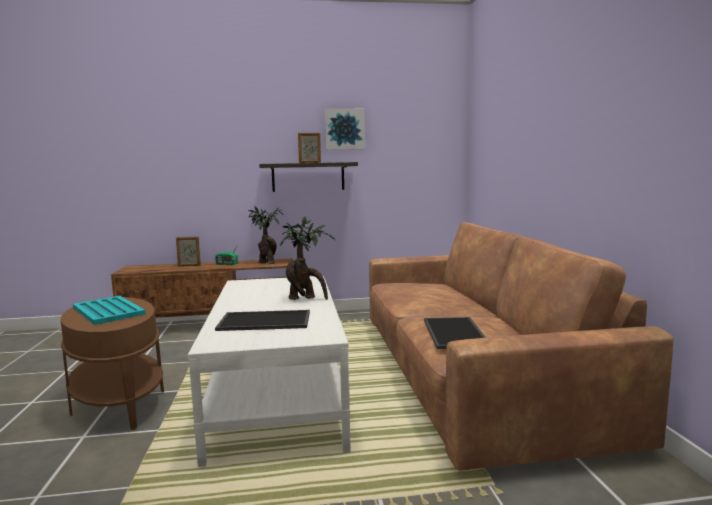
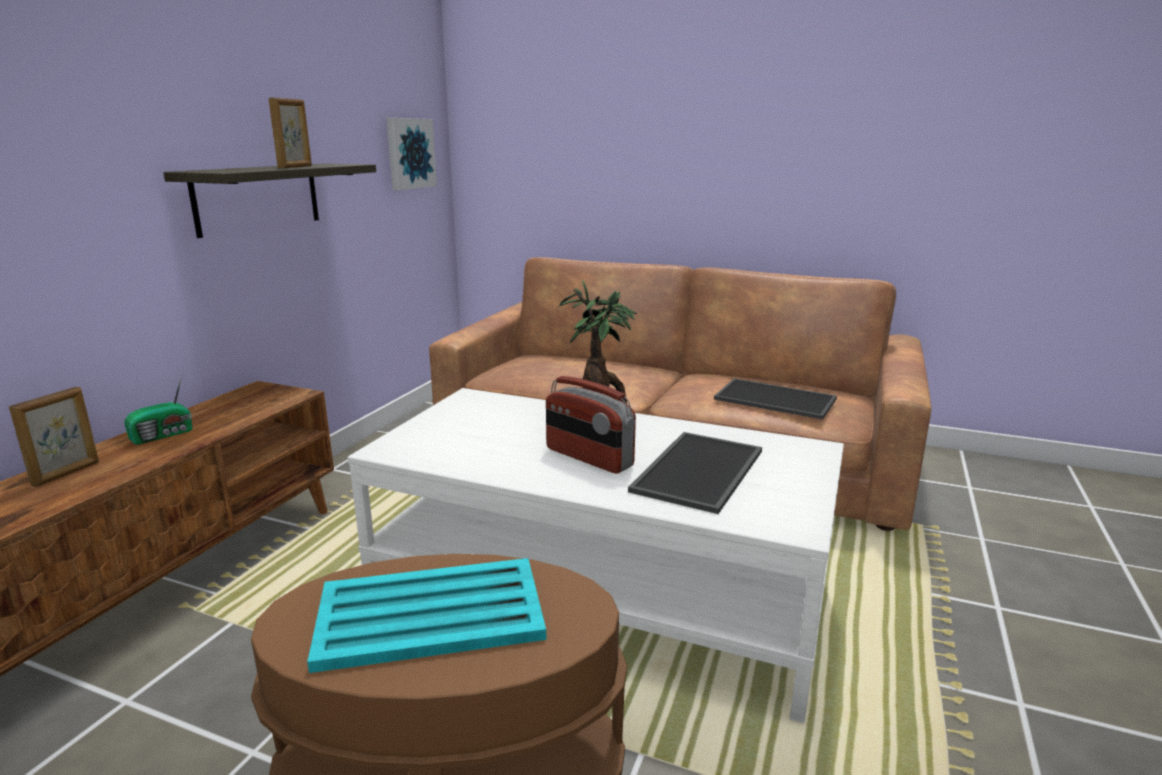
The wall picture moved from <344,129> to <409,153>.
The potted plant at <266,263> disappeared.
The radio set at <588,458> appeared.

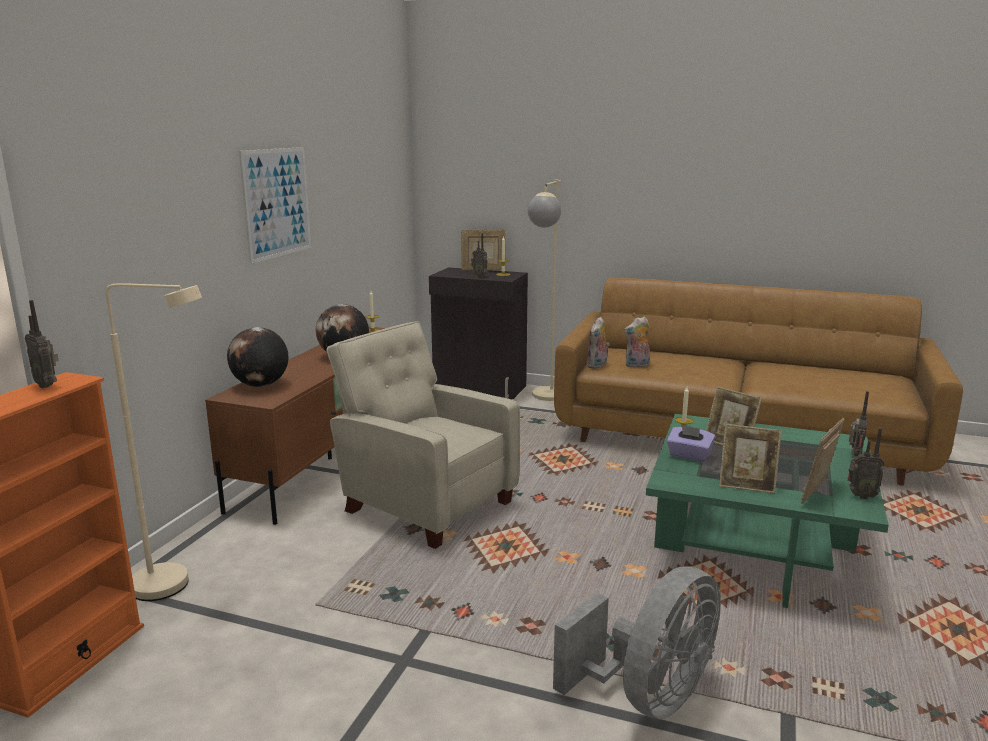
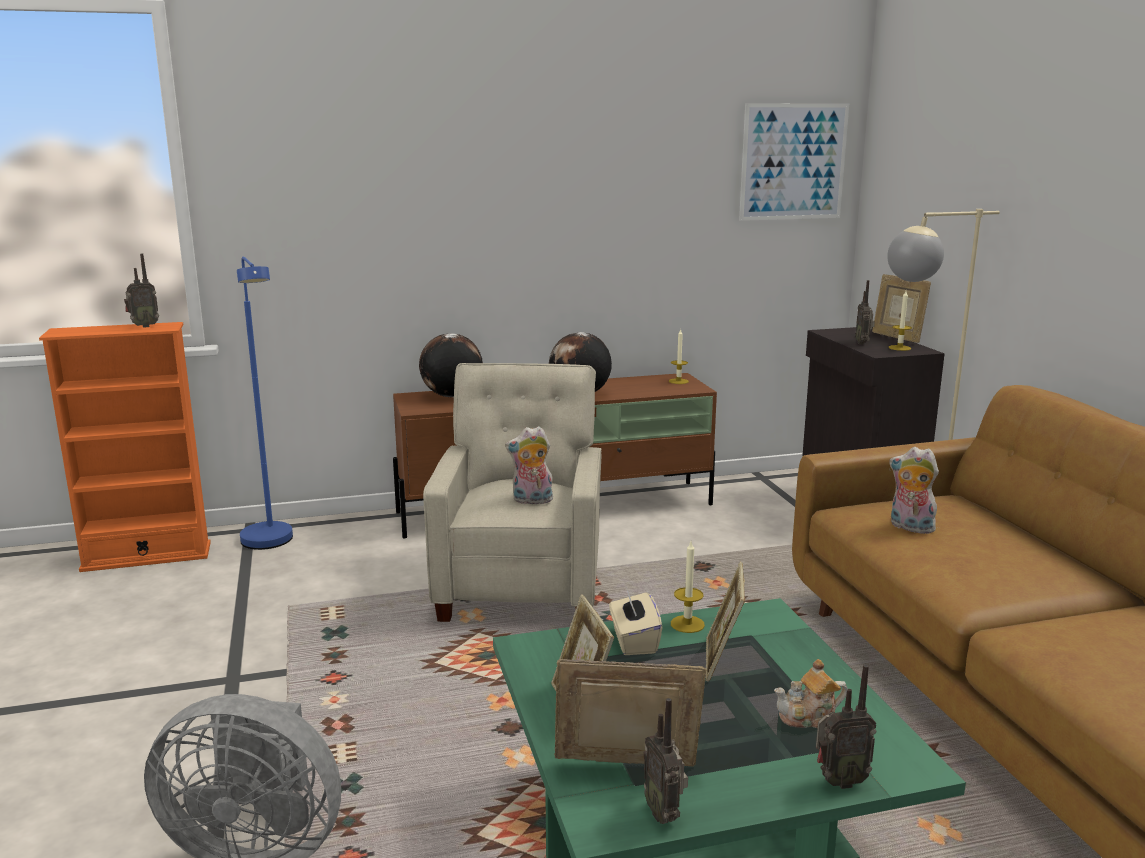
The wall picture moved from <276,203> to <793,162>.
The beige-coloured standard lamp at <175,585> became the bluish standard lamp at <271,544>.
The radio set at <48,385> turned 120 degrees counterclockwise.
The soft toy moved from <597,366> to <531,501>.
The purplish tissue holder at <689,456> became the beige-coloured tissue holder at <634,641>.
The pot for tea at <809,717> appeared.

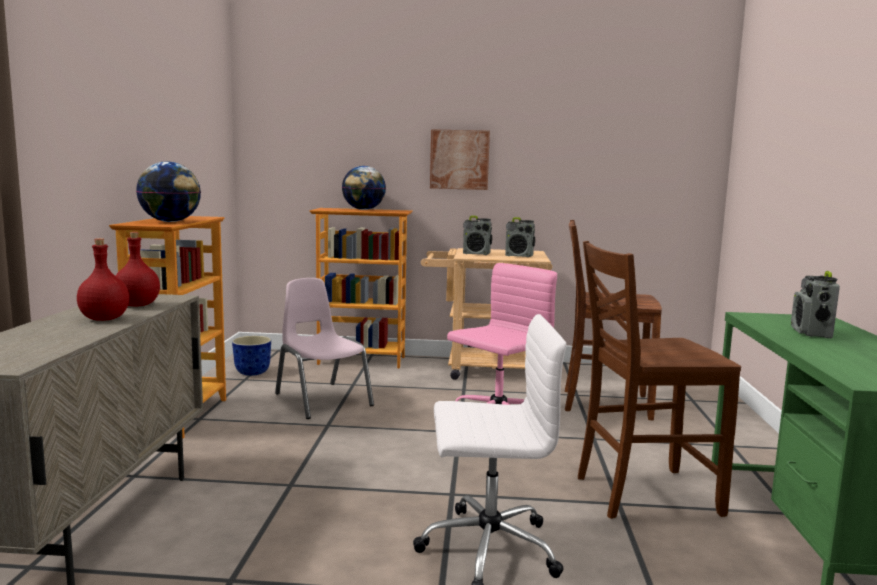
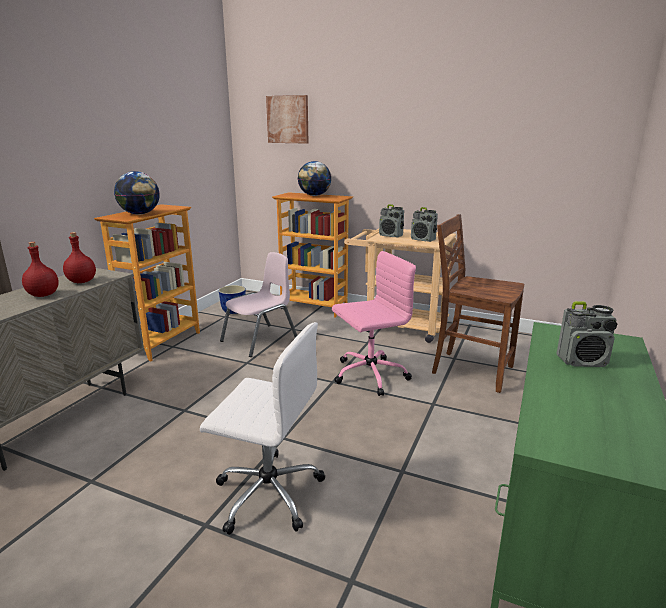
The wall picture moved from <459,159> to <288,119>.
The brown-coloured chair at <642,494> disappeared.
The radio set at <811,333> turned 120 degrees counterclockwise.
The pink chair at <322,400> turned 60 degrees clockwise.

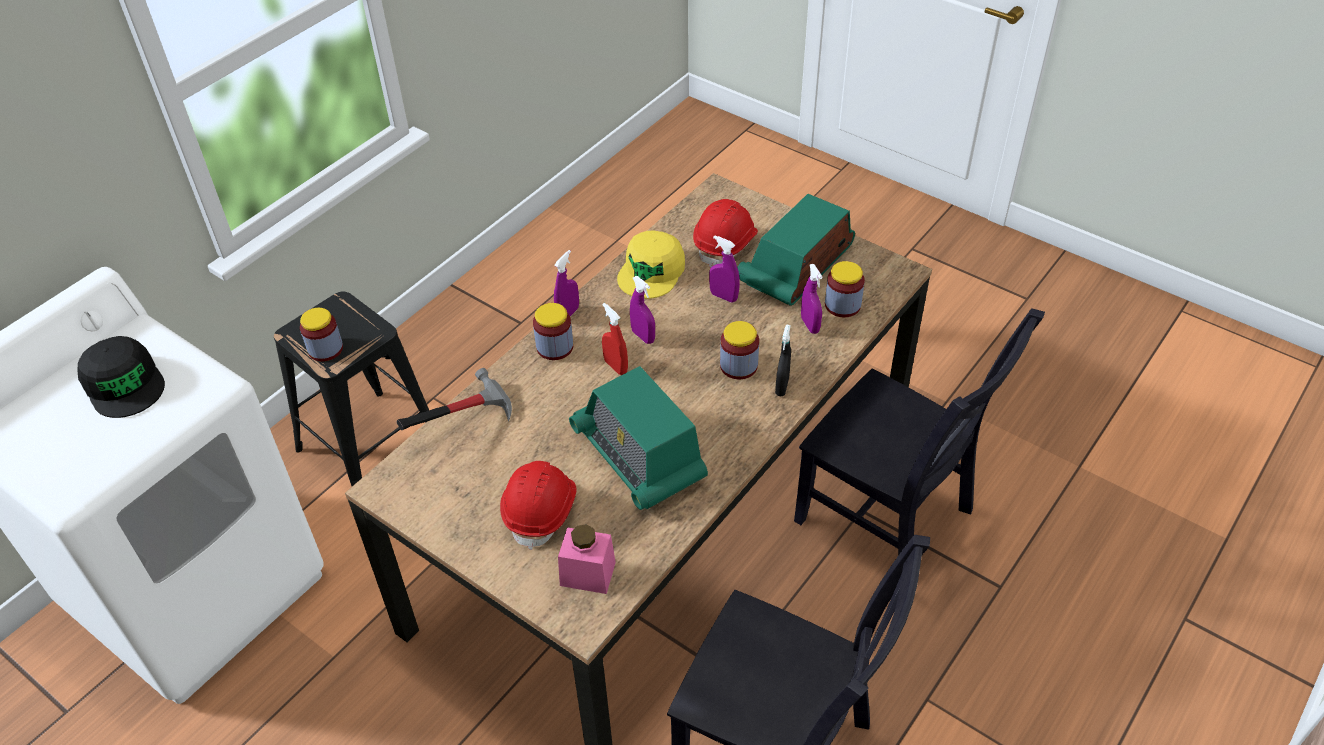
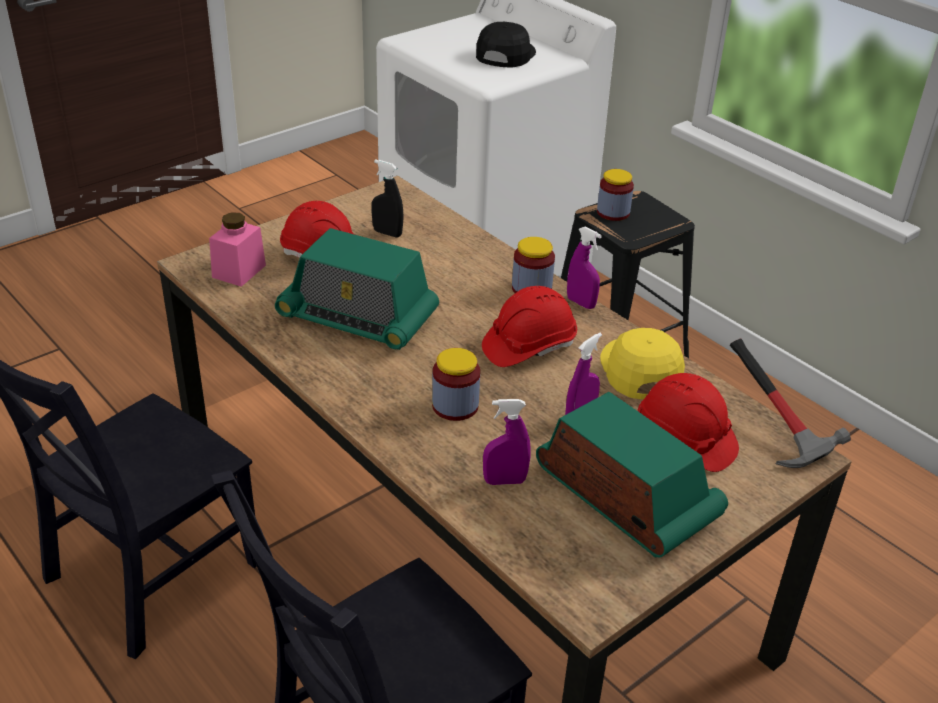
The yellow peaked cap at <652,271> turned 45 degrees clockwise.
The preserve jar at <842,305> disappeared.
The purplish spray bottle at <643,336> was replaced by the red work helmet at <528,346>.
The red spray bottle at <615,366> disappeared.
The black spray bottle moved from <782,386> to <387,233>.
The black peaked cap at <124,383> turned 135 degrees clockwise.
The radio set at <638,455> turned 135 degrees counterclockwise.
The hand hammer moved from <461,419> to <780,428>.

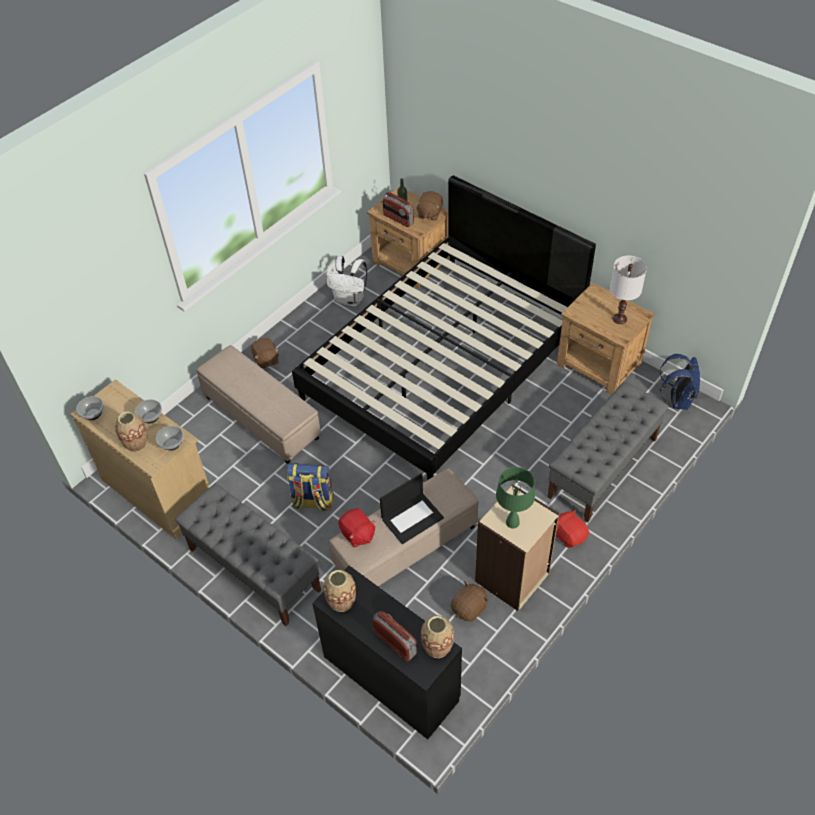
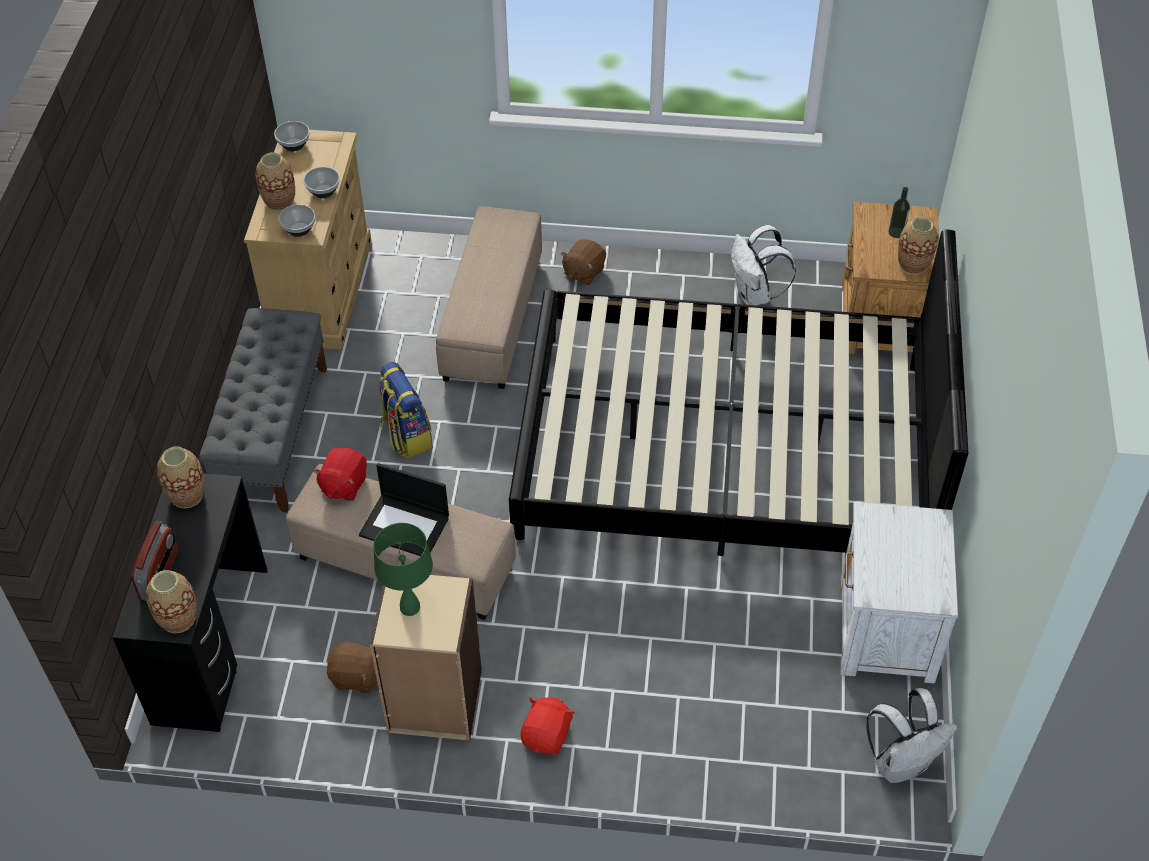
The brown-coloured soft toy at <429,213> was replaced by the decorative vase at <913,264>.
The radio set at <398,219> disappeared.
The whitish lamp for a table at <620,319> disappeared.
The brown-coloured bedside table at <599,365> became the whitish bedside table at <885,630>.
The bluish backpack at <677,400> became the whitish backpack at <902,763>.
The greyish indoor bench at <602,468> disappeared.

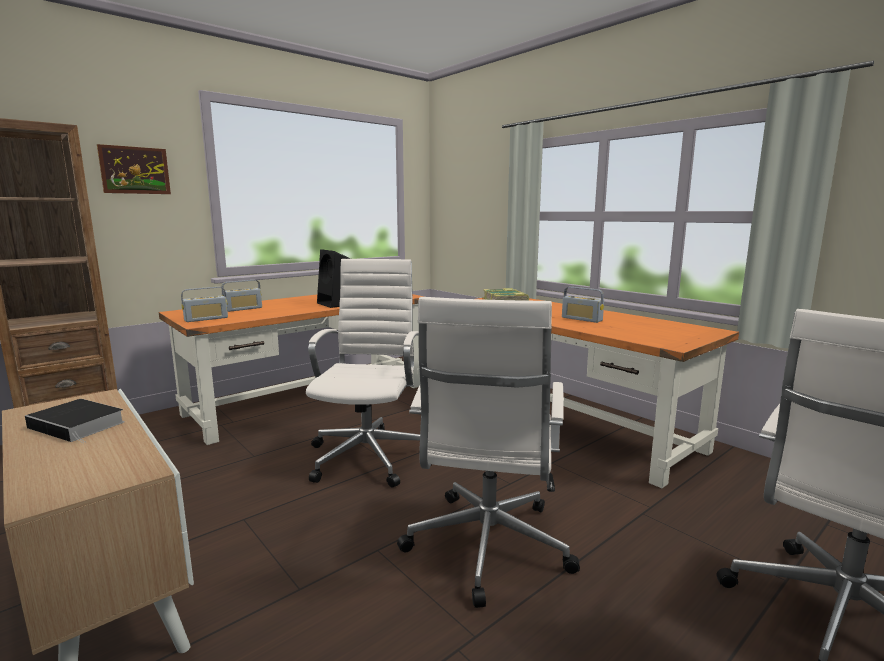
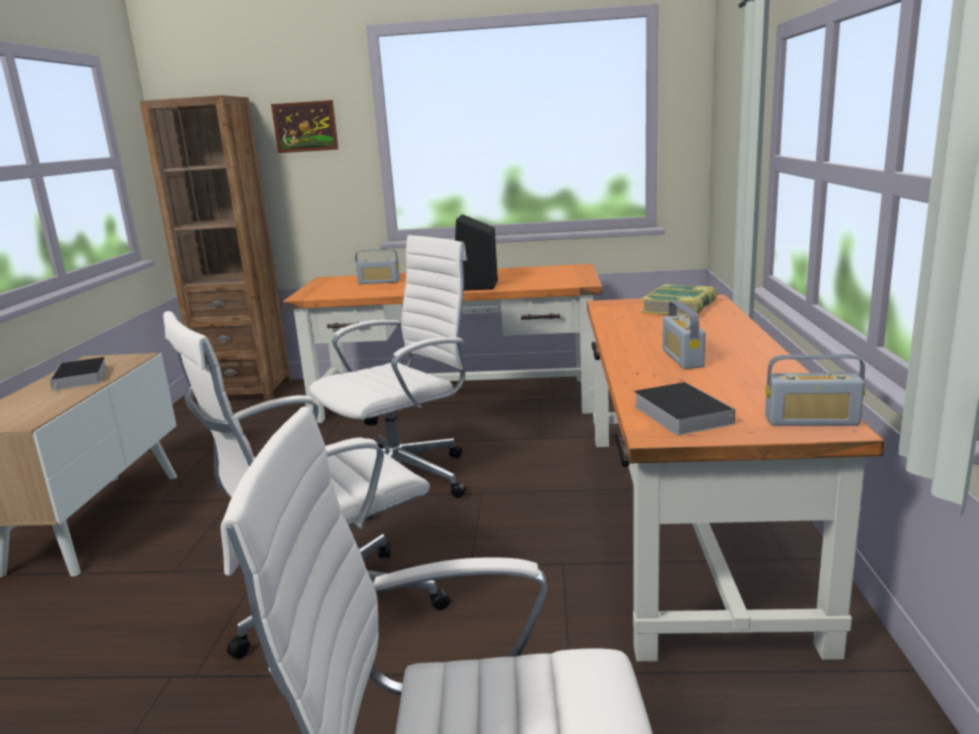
The radio set moved from <206,319> to <811,421>.
The book at <679,413> appeared.

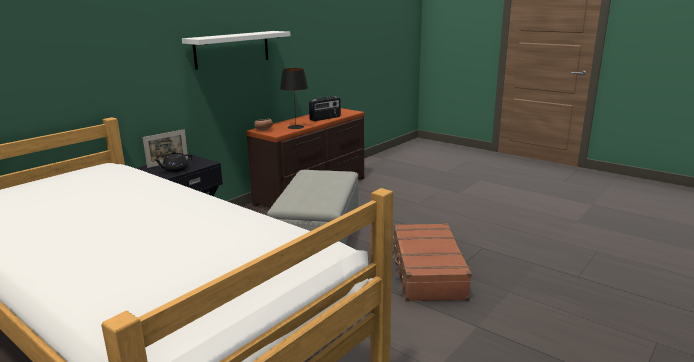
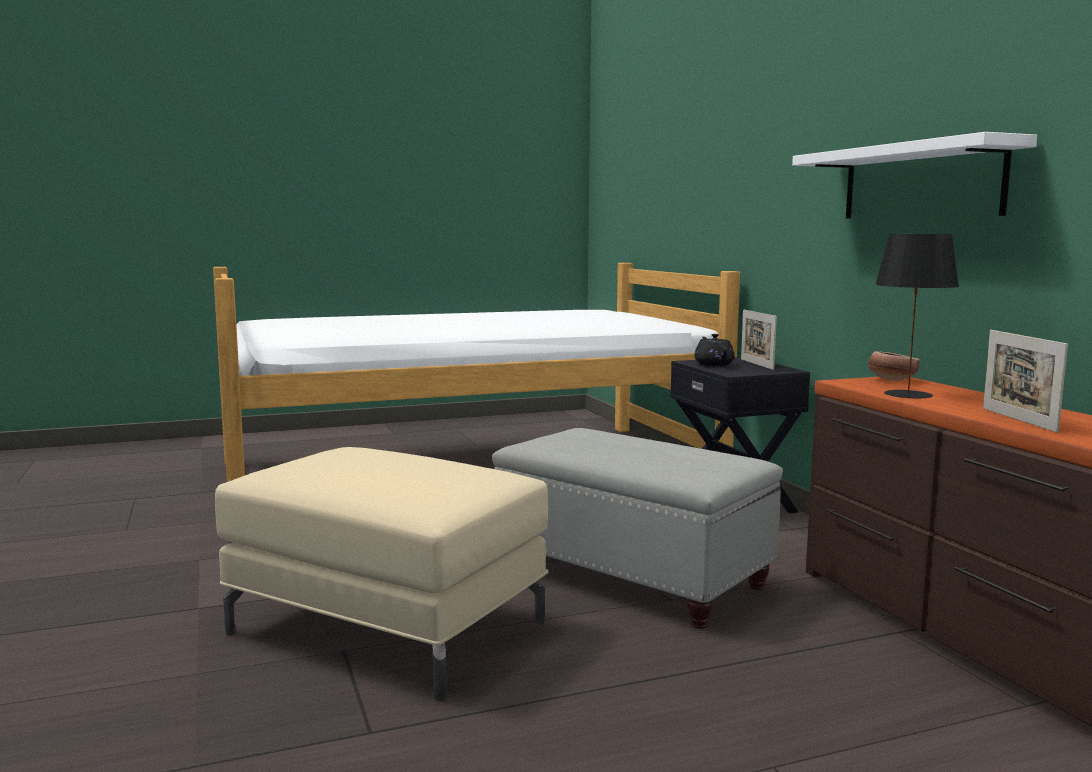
The radio set at <325,118> was replaced by the standing frame at <1018,419>.
The brown-coloured suitcase at <427,272> was replaced by the beige-coloured pouffe at <386,627>.

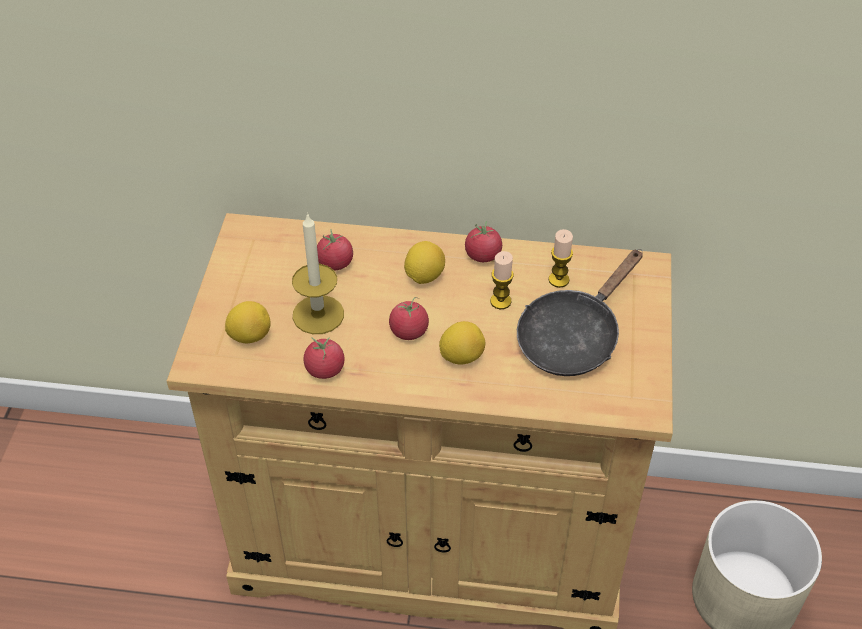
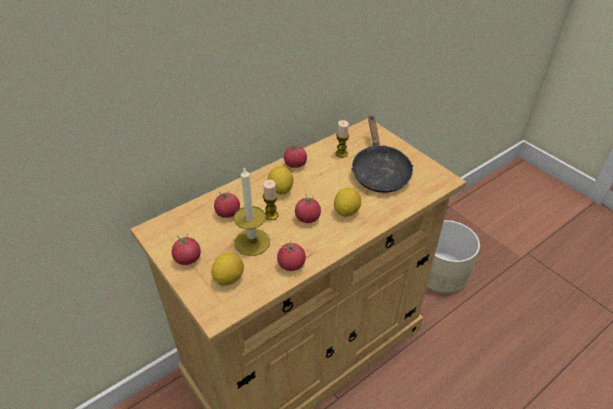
The wax candle moved from <500,301> to <271,215>.
The fresh tomato at <188,259> appeared.

